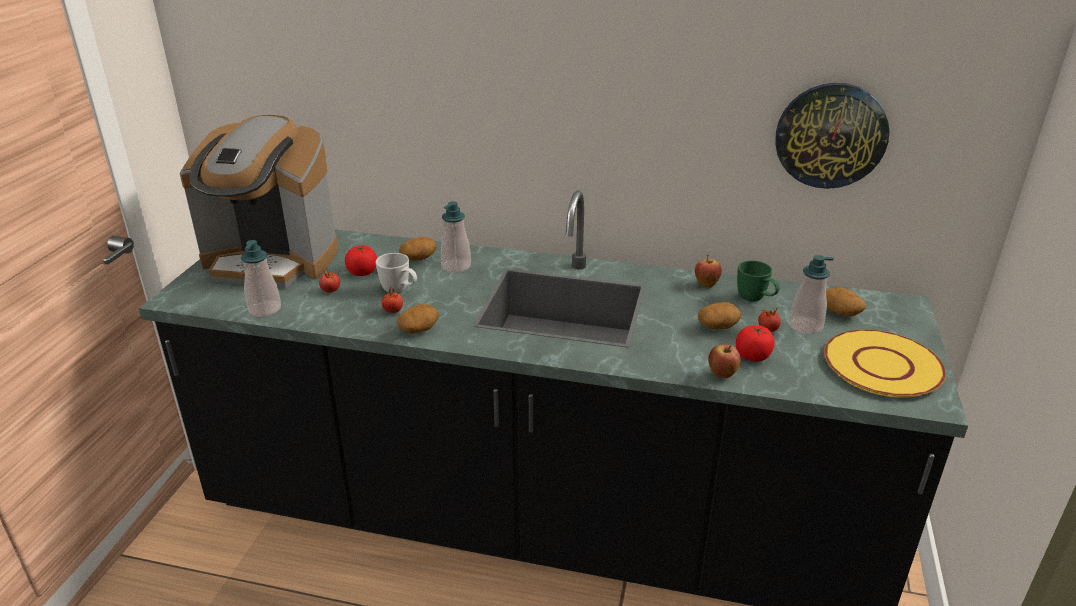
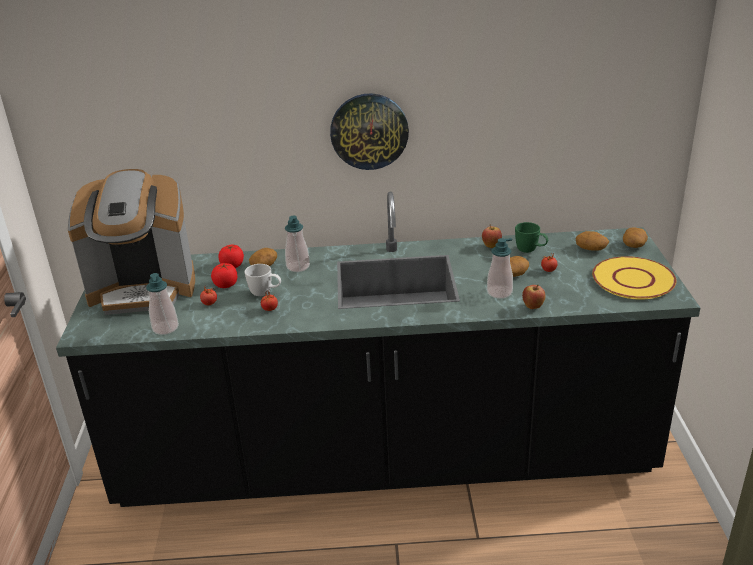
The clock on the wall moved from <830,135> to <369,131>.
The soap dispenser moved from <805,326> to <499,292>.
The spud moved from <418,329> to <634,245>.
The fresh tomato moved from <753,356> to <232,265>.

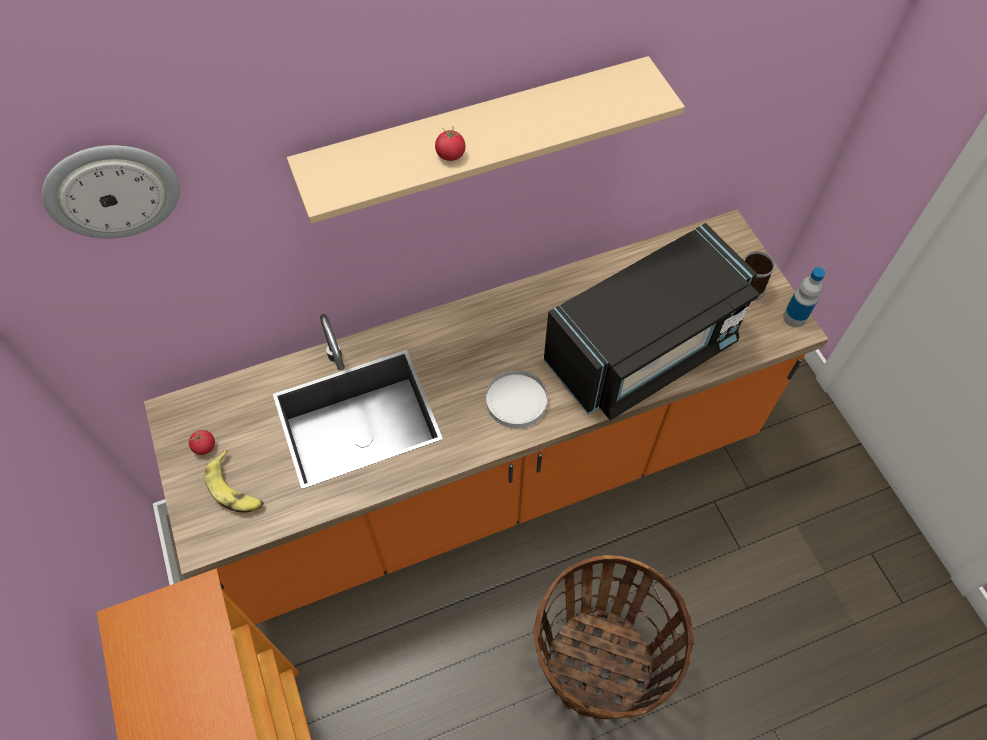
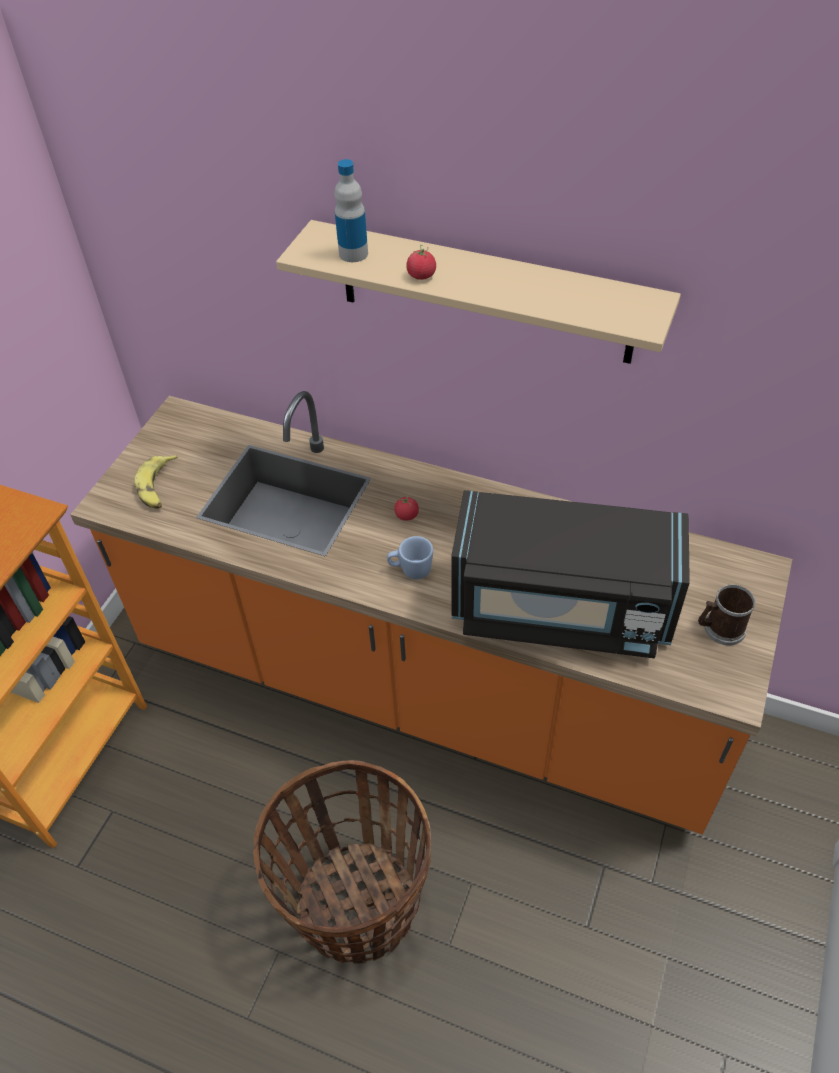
The clock on the wall at <112,190> disappeared.
The drink bottle moved from <794,317> to <353,254>.
The whitish dinner plate at <517,401> was replaced by the bluish mug at <410,570>.
The fresh tomato moved from <204,446> to <406,515>.

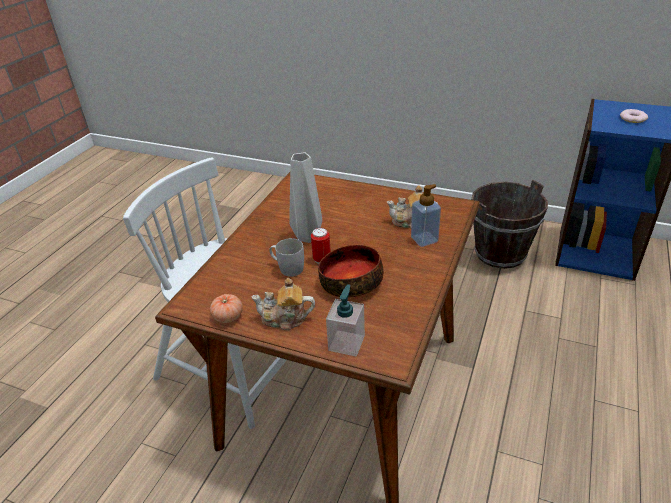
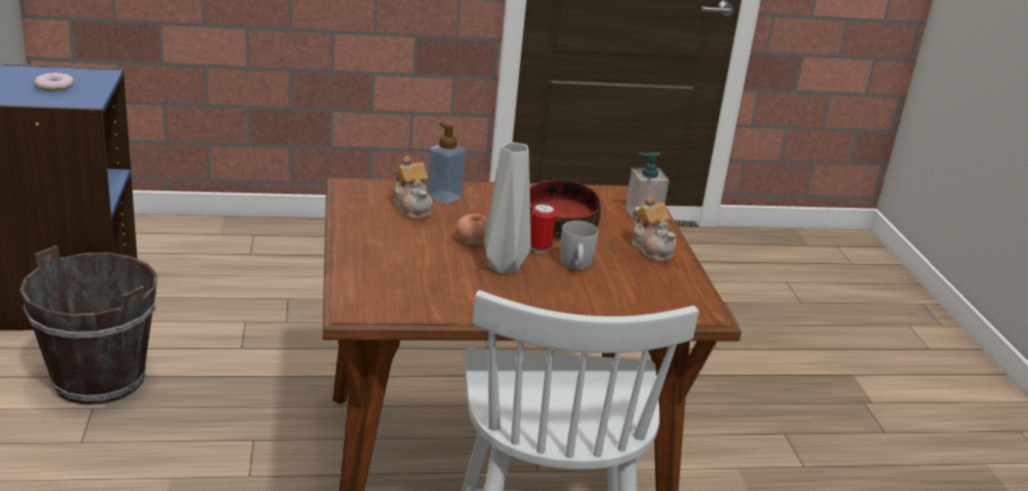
The fresh tomato moved from <228,316> to <474,240>.

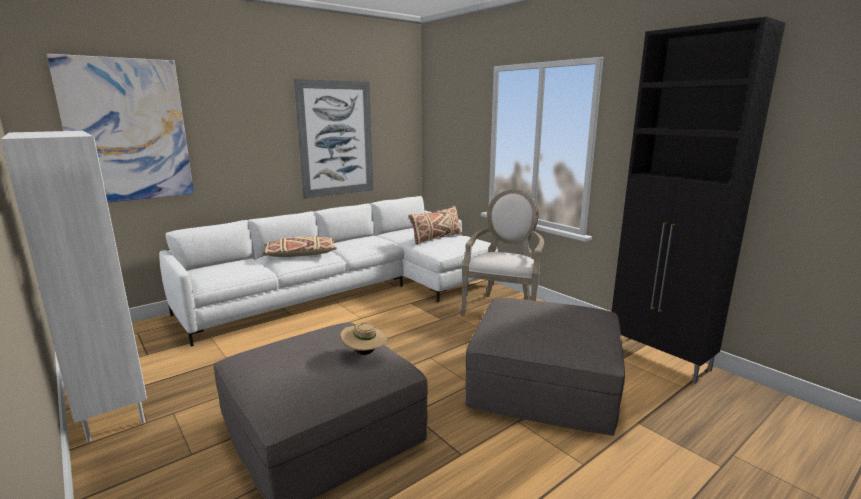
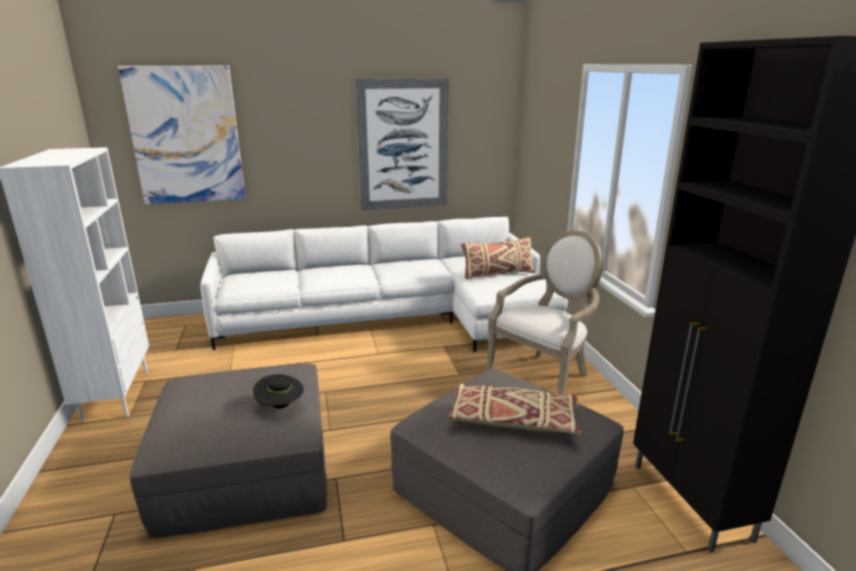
The beige-coloured cushion moved from <300,255> to <512,421>.
The beige-coloured clothing hat at <364,353> became the black clothing hat at <280,406>.

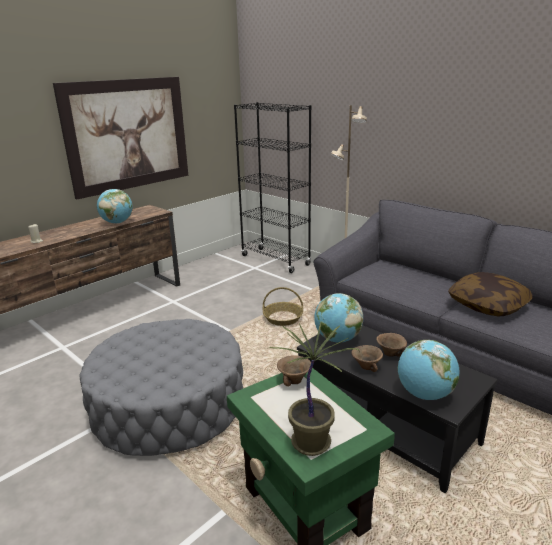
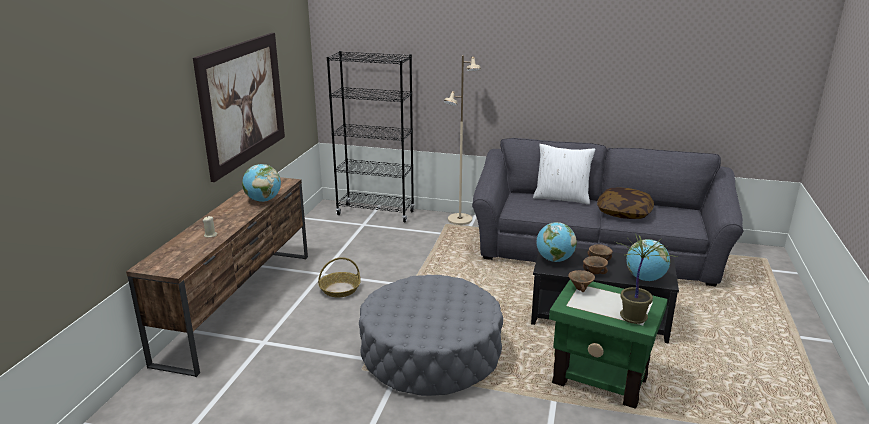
The basket moved from <283,318> to <340,289>.
The whitish cushion at <562,198> appeared.

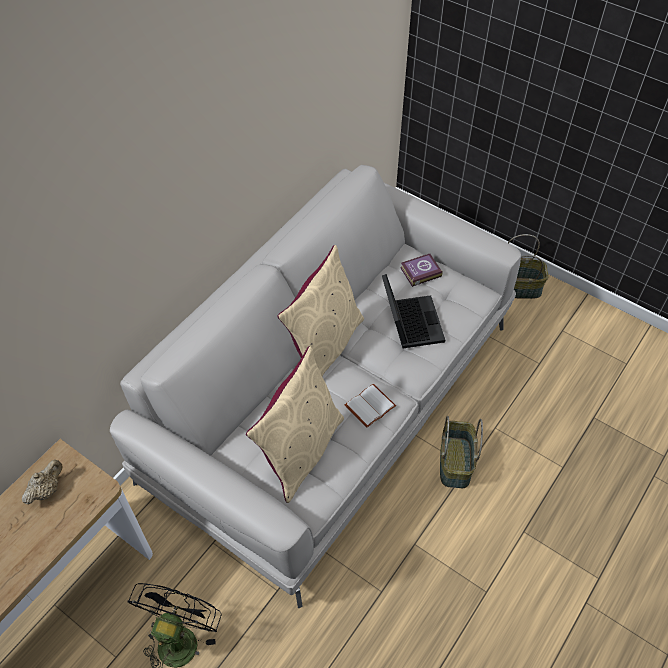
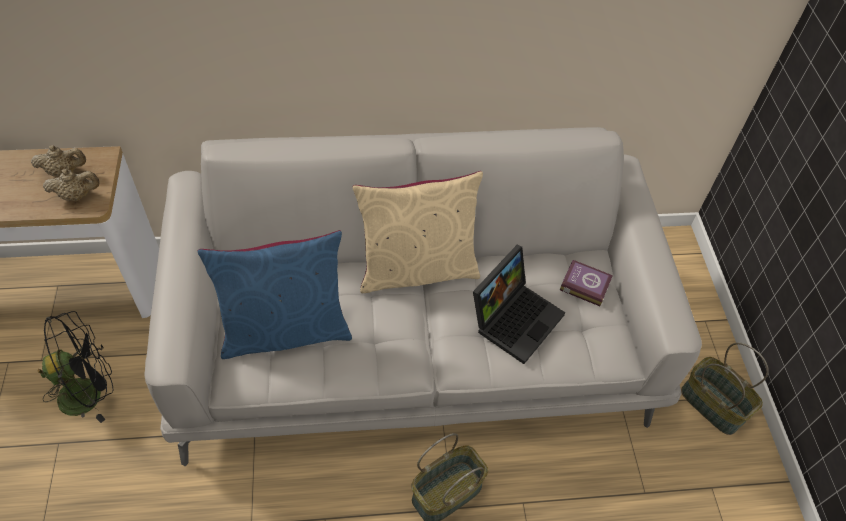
The beige-coloured cushion at <300,451> became the bluish cushion at <285,330>.
The whitish book at <369,405> disappeared.
The beige-coloured pot for tea at <77,195> appeared.

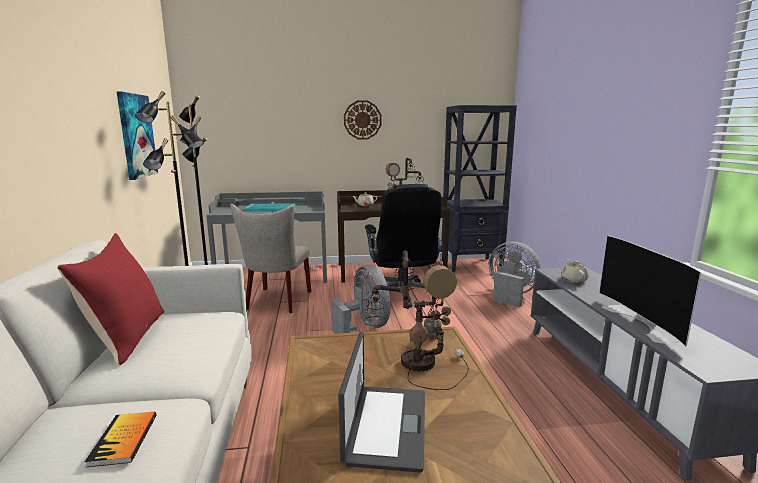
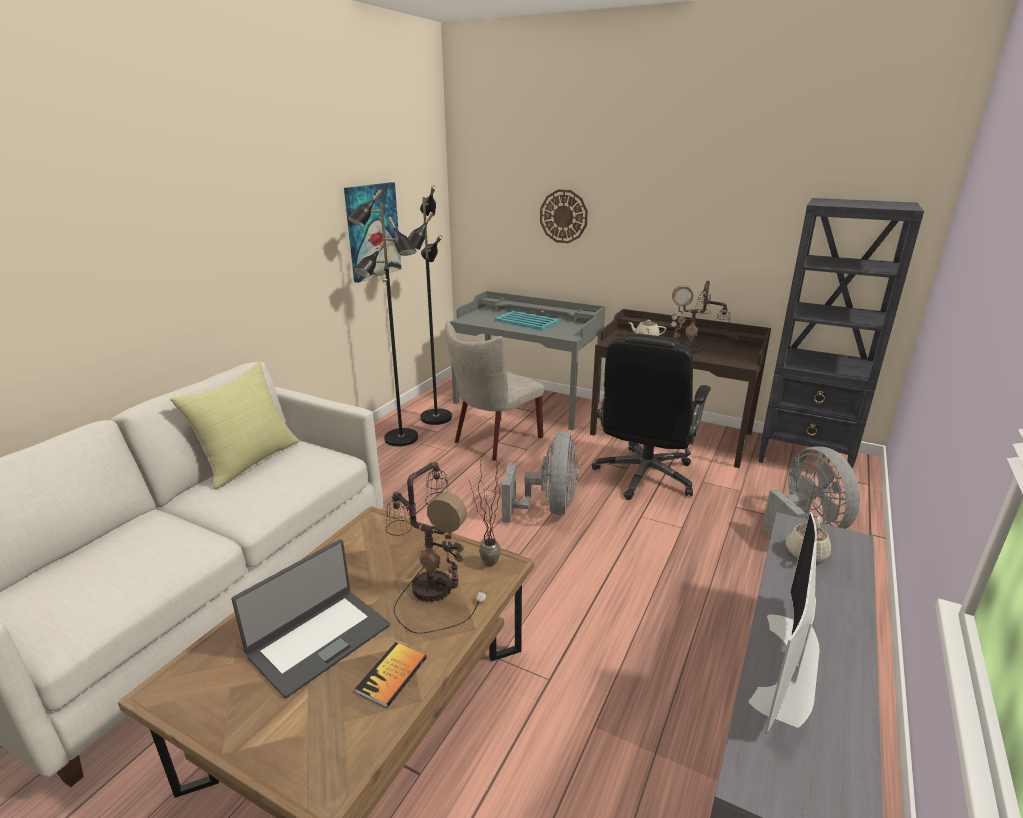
The clock on the wall moved from <362,120> to <563,216>.
The red cushion at <127,337> became the yellow cushion at <249,461>.
The book moved from <124,439> to <392,675>.

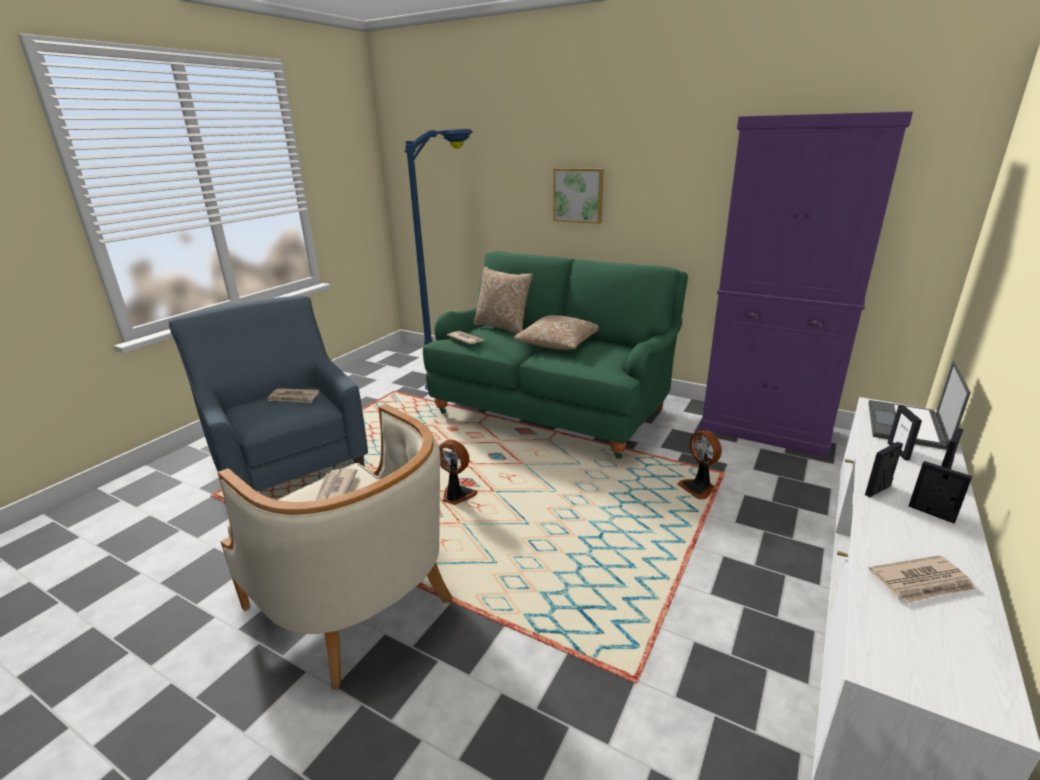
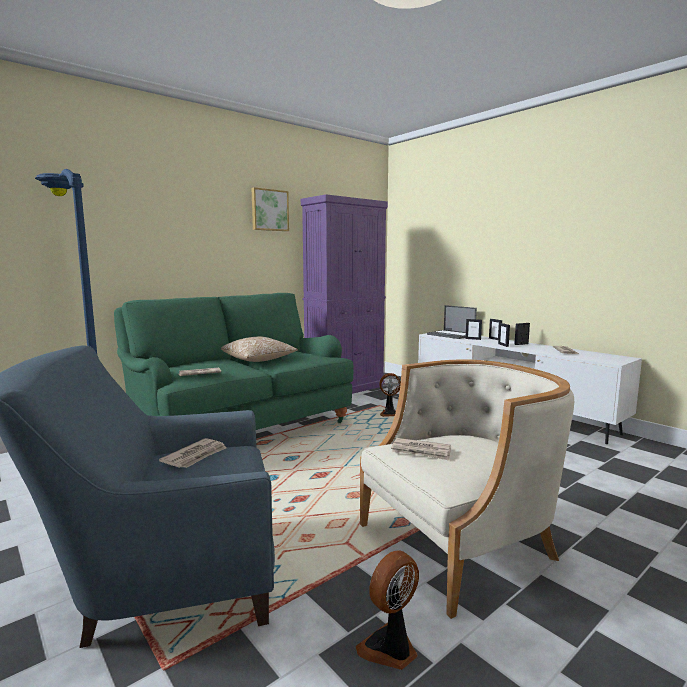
The wall picture moved from <578,195> to <269,210>.
The cushion at <503,327> disappeared.
The fan moved from <457,496> to <390,649>.

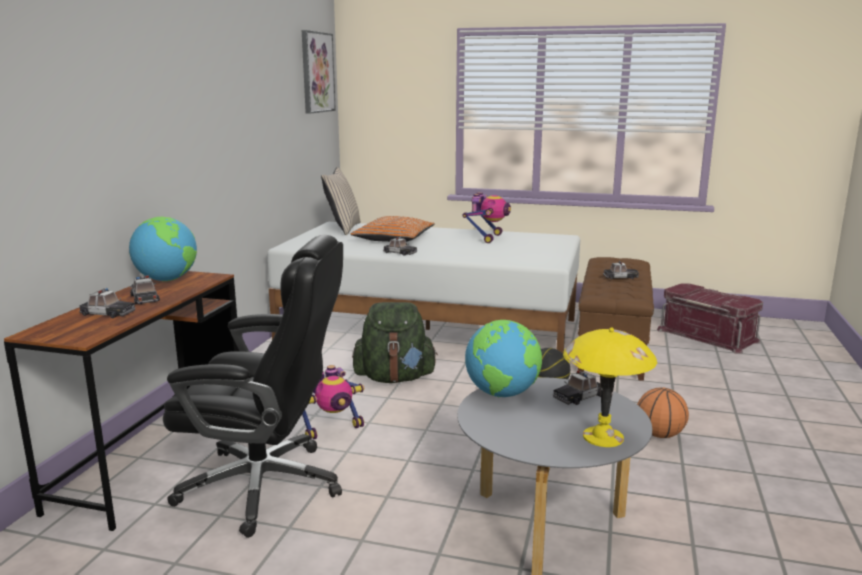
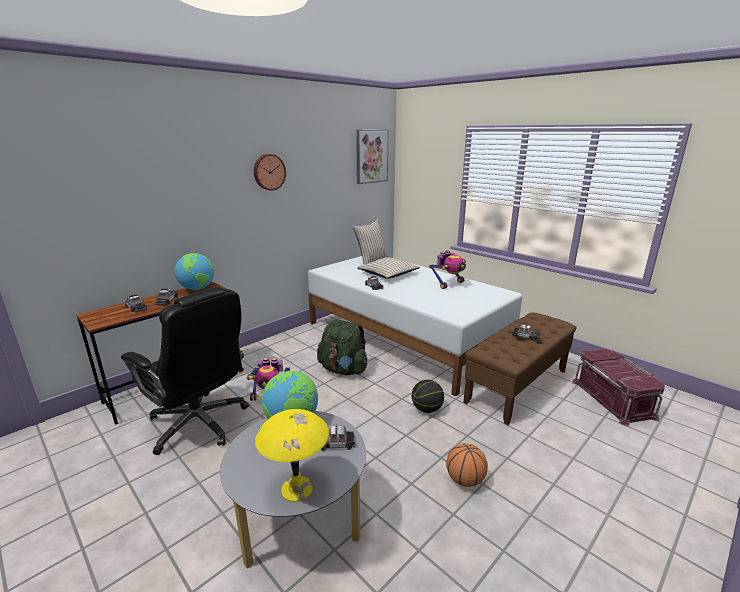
The orange cushion at <393,238> became the beige-coloured cushion at <388,274>.
The clock on the wall at <269,172> appeared.

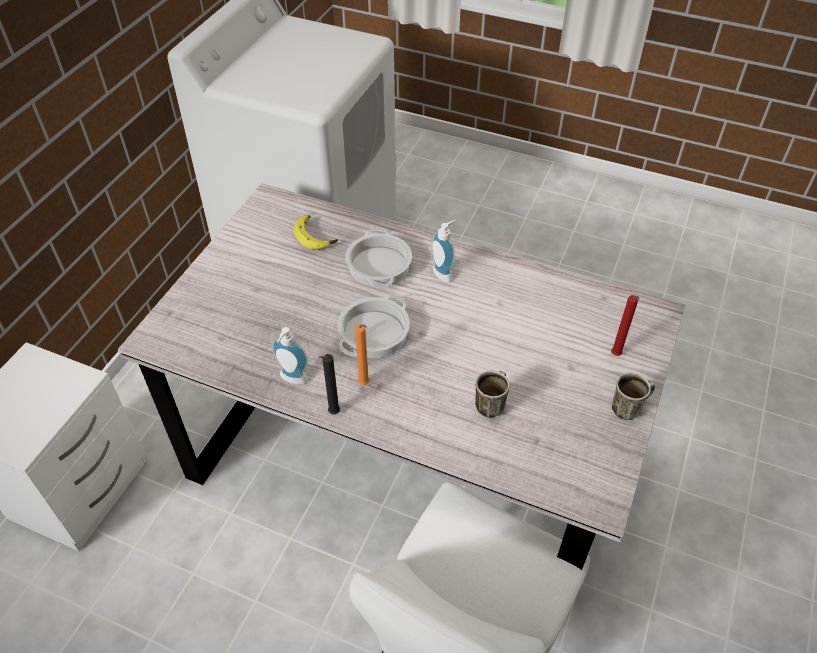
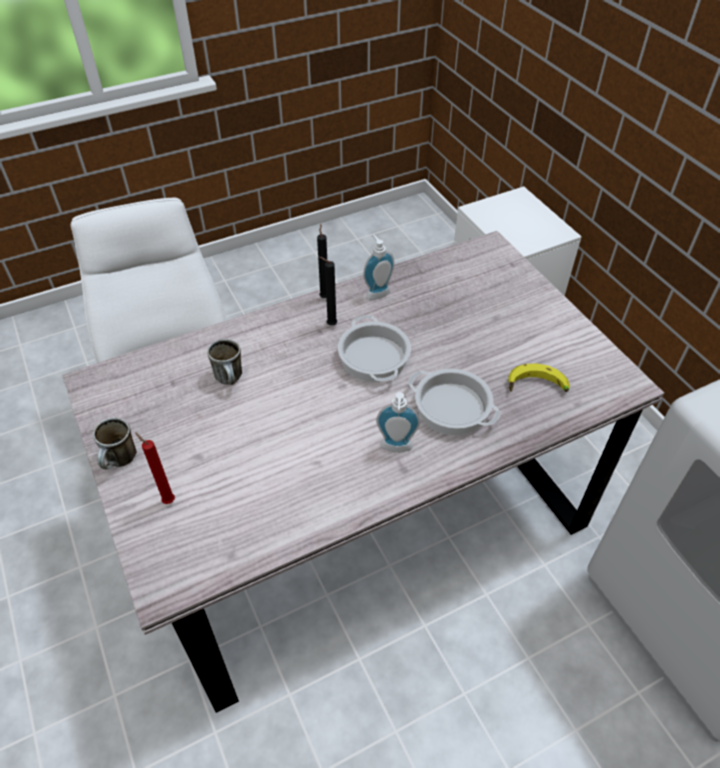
The orange wax candle at <365,384> became the black wax candle at <330,325>.

